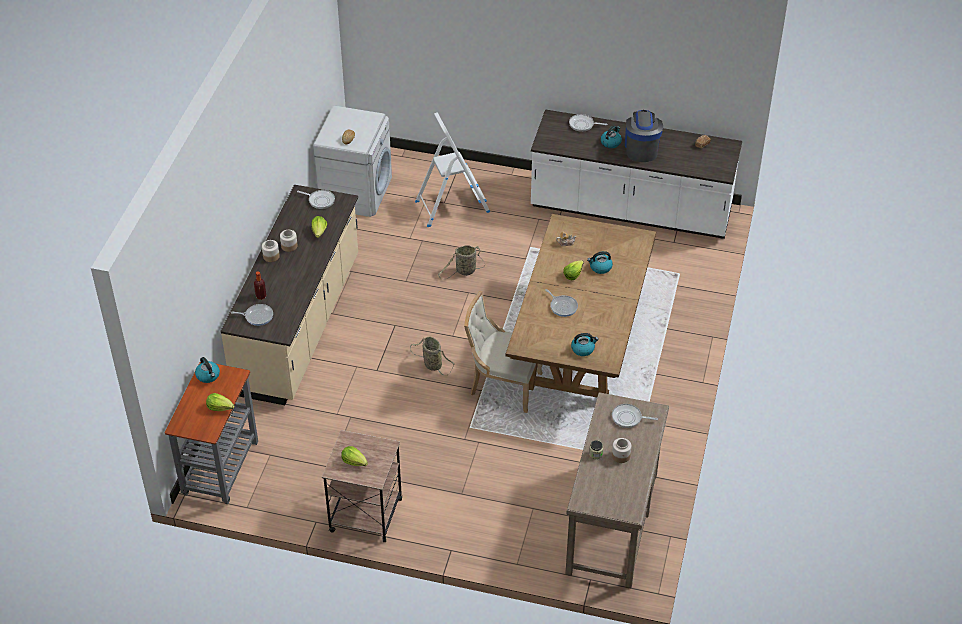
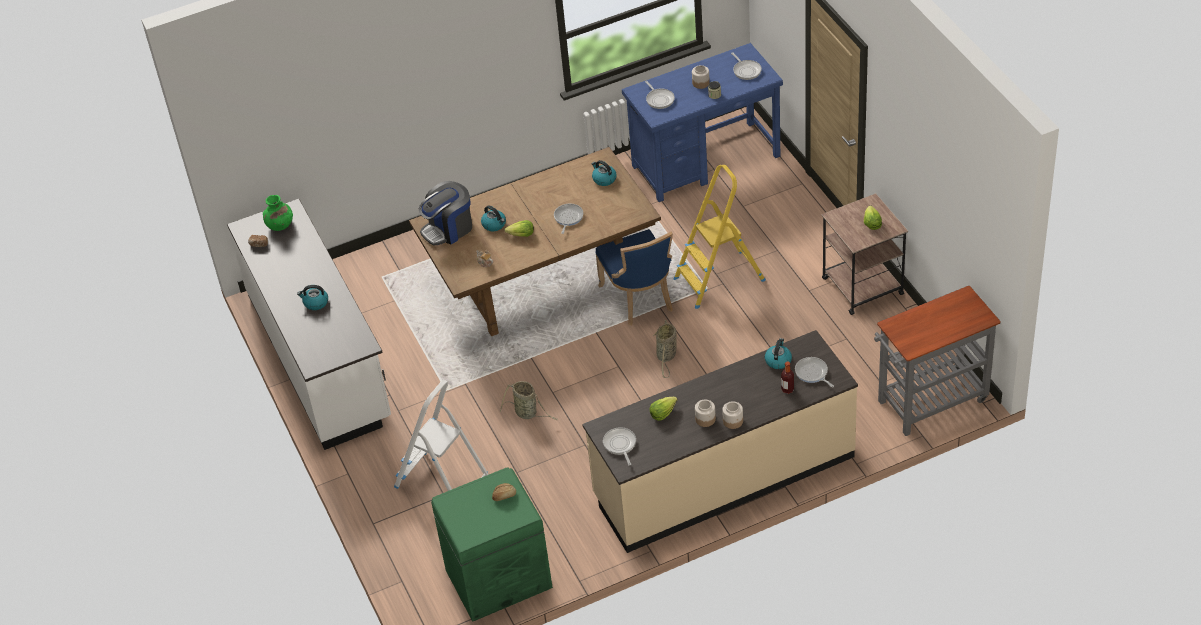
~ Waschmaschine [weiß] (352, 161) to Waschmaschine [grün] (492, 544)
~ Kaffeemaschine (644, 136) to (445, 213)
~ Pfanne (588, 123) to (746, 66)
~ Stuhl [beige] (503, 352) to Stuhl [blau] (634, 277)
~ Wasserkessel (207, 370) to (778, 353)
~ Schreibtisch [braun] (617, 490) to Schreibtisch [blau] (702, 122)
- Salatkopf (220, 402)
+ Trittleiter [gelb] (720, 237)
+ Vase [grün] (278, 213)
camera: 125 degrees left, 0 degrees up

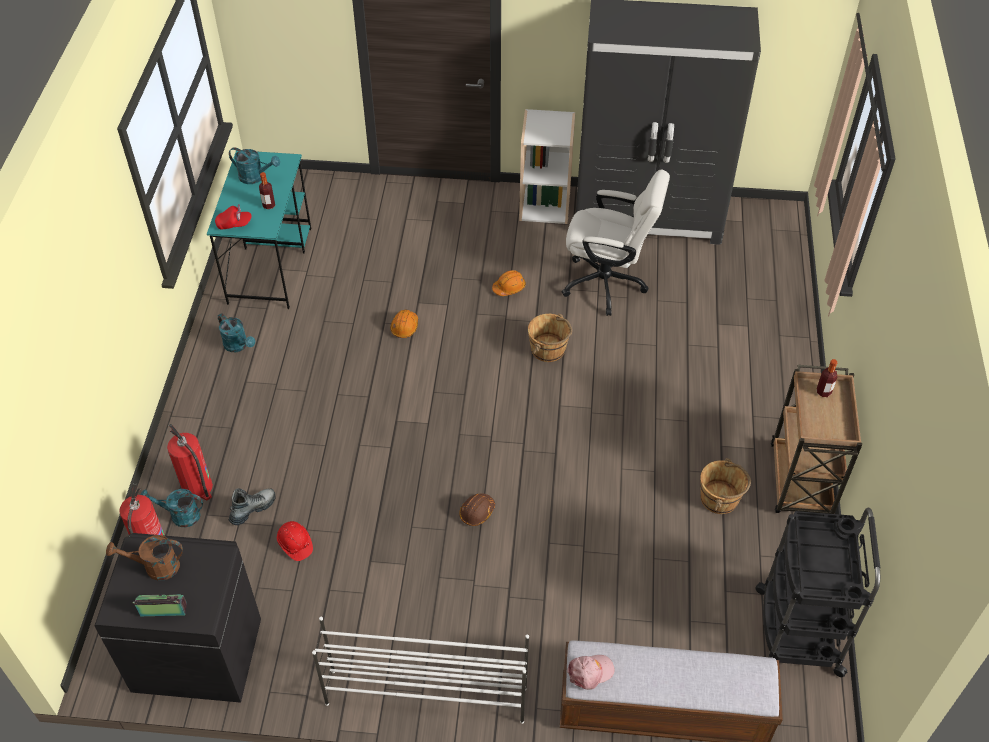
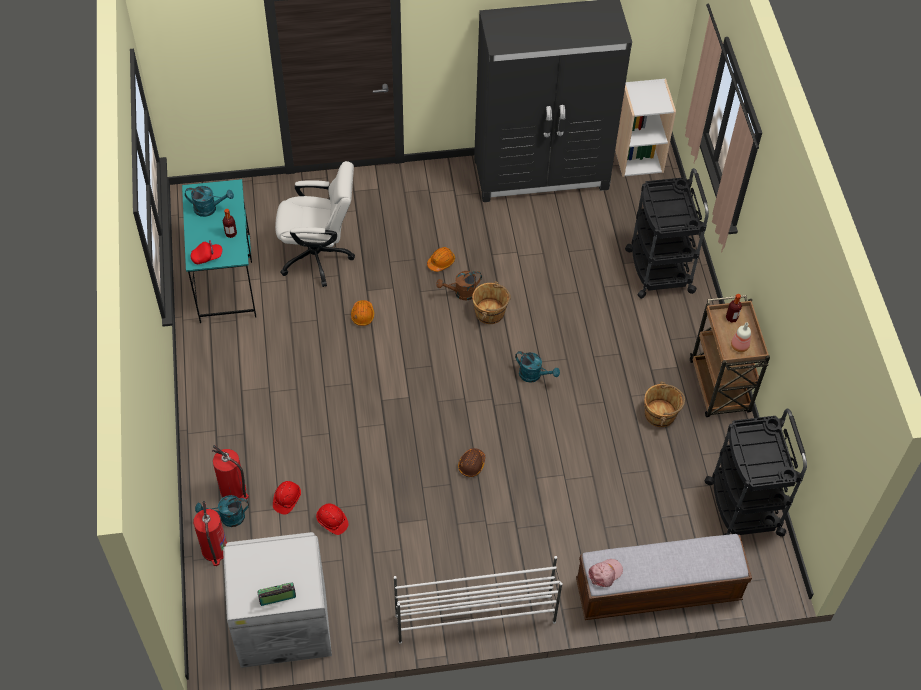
~ Bücherregal (547, 166) to (645, 128)
~ Bürostuhl [weiß] (616, 243) to (315, 224)
~ Gießkanne [türkis] (236, 332) to (537, 367)
~ Stiefel (252, 506) to Schutzhelm [rot] (287, 497)
~ Waschmaschine [schwarz] (177, 618) to Waschmaschine [weiß] (277, 600)
~ Gießkanne [braun] (144, 558) to (459, 285)
+ Rollwagen [schwarz] (667, 233)
+ Flasche (741, 337)
camera: 15 degrees left, 5 degrees up

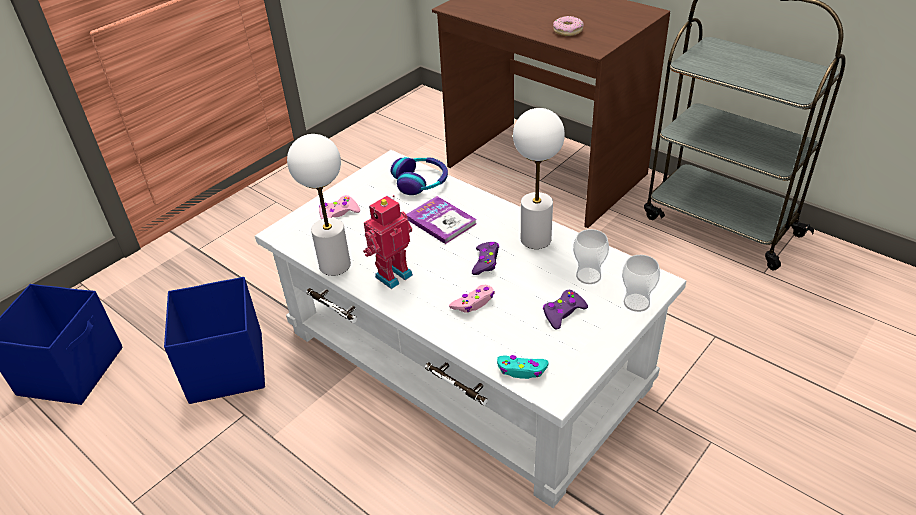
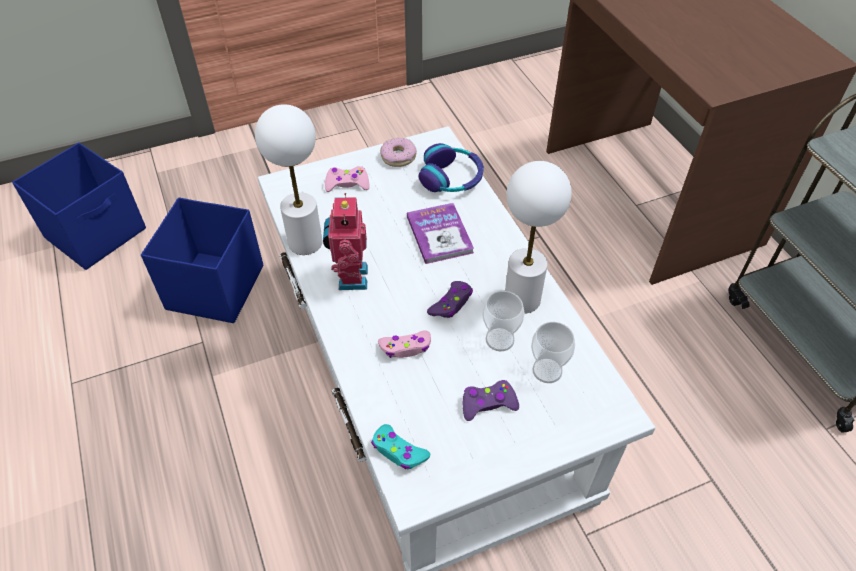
~ Donut (568, 26) to (398, 152)
~ Spielzeugroboter (388, 242) = (345, 241) 75 degrees counterclockwise
~ Tasse (641, 283) to (503, 321)
camera: 25 degrees right, 10 degrees up

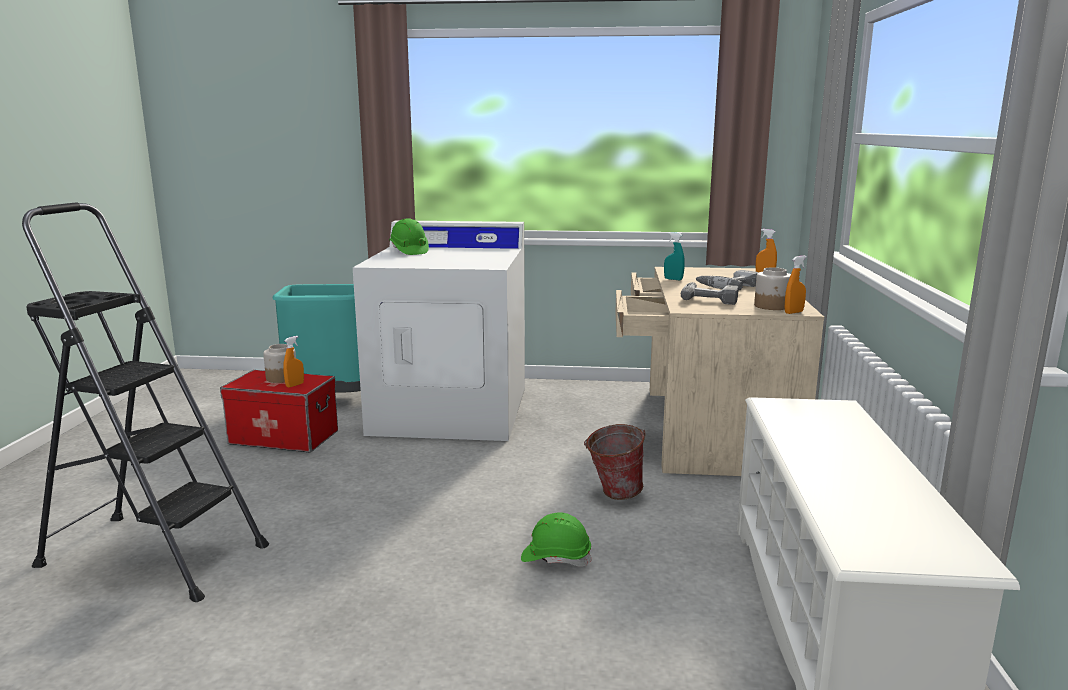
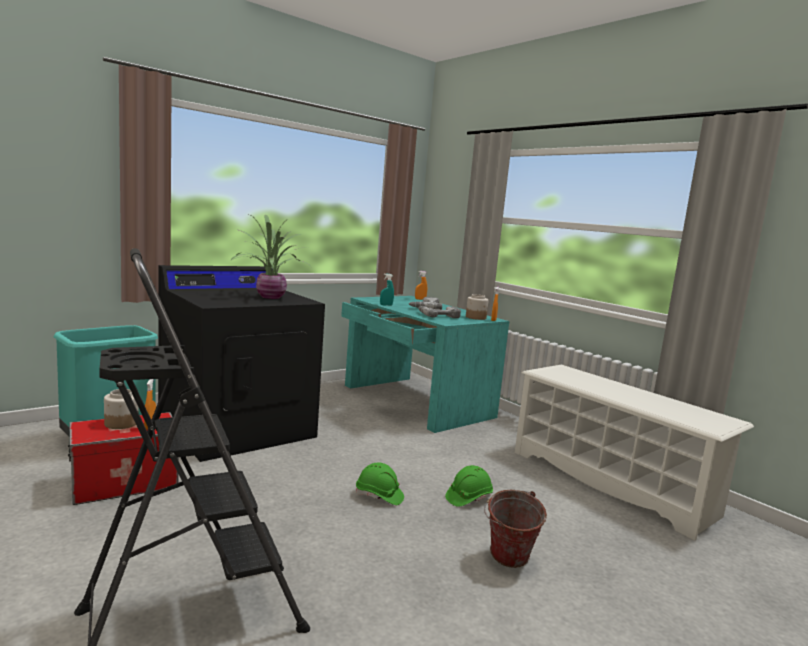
~ Schutzhelm [grün] (409, 237) to (380, 484)
~ Waschmaschine [weiß] (439, 330) to Waschmaschine [schwarz] (241, 363)
~ Schreibtisch [beige] (719, 371) to Schreibtisch [türkis] (425, 364)
~ Eimer (615, 462) to (515, 529)
+ Topfpflanze (270, 257)
camera: 45 degrees left, 5 degrees down

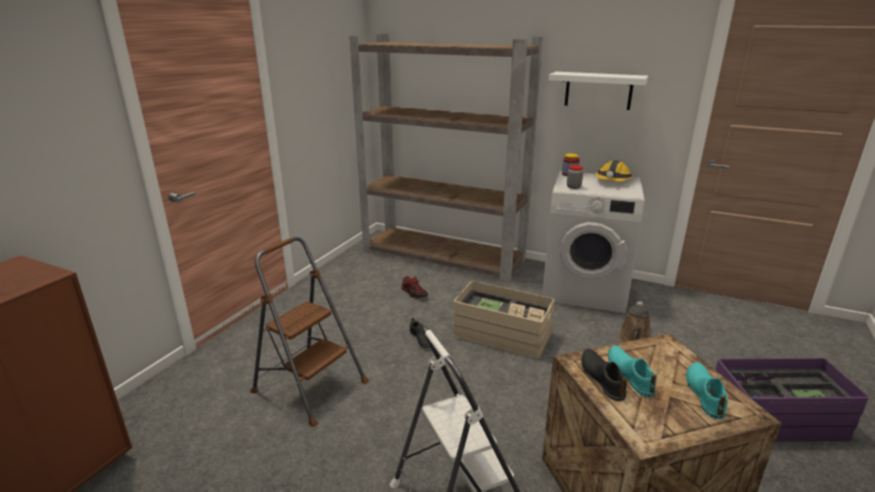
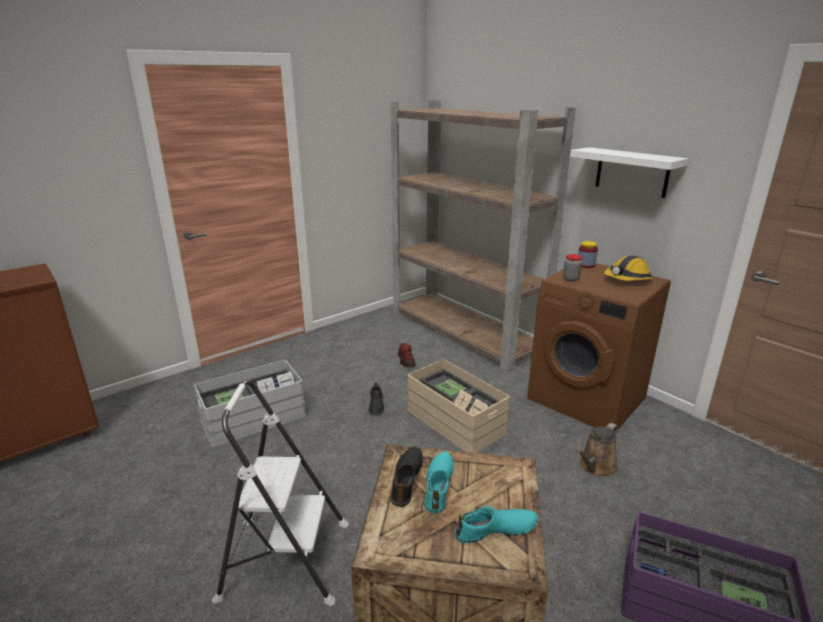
~ Waschmaschine [weiß] (593, 242) to Waschmaschine [braun] (599, 346)
~ Trittleiter [braun] (309, 332) to Aufbewahrungsbox [grau] (250, 404)
~ Schuh [türkis] (707, 390) = (497, 524) 45 degrees clockwise
camera: 25 degrees right, 0 degrees up

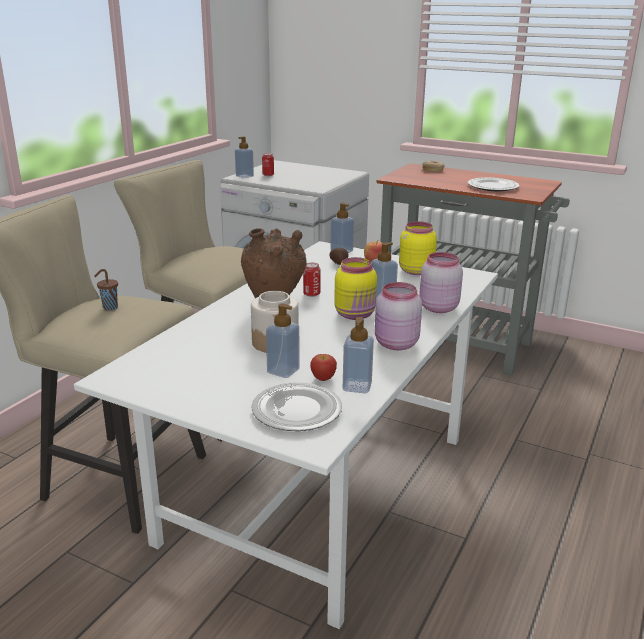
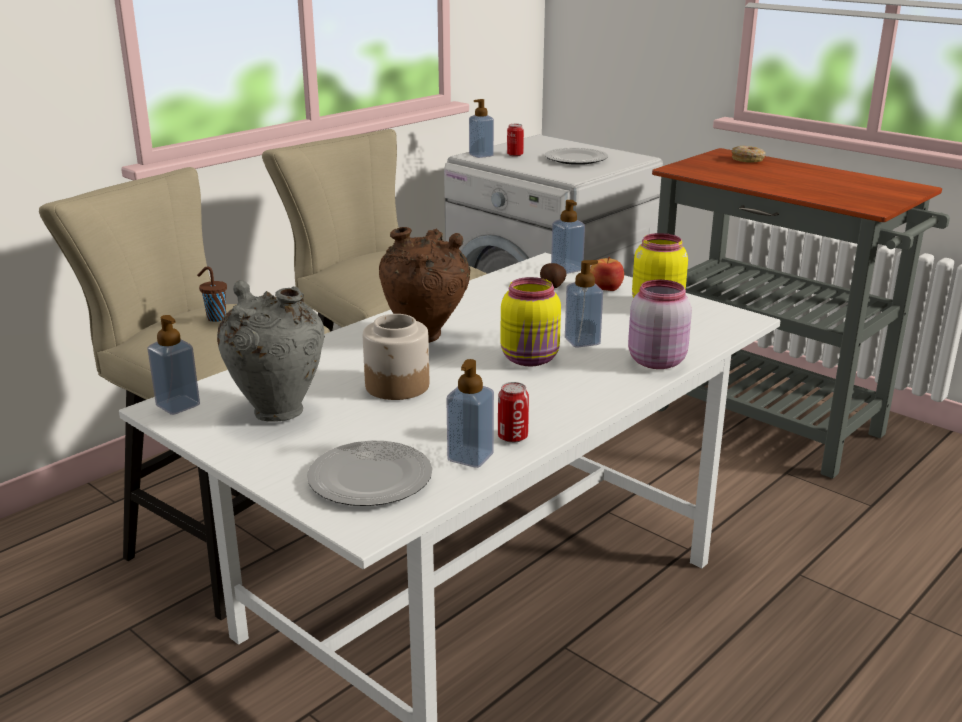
~ Teller (494, 184) to (576, 156)
~ Dose (312, 279) to (513, 412)
- Vorratsglas [rosa] (398, 316)
~ Seifenspender (283, 340) to (173, 365)
- Apfel (323, 367)
+ Vase [grau] (271, 351)
camera: 15 degrees right, 0 degrees up

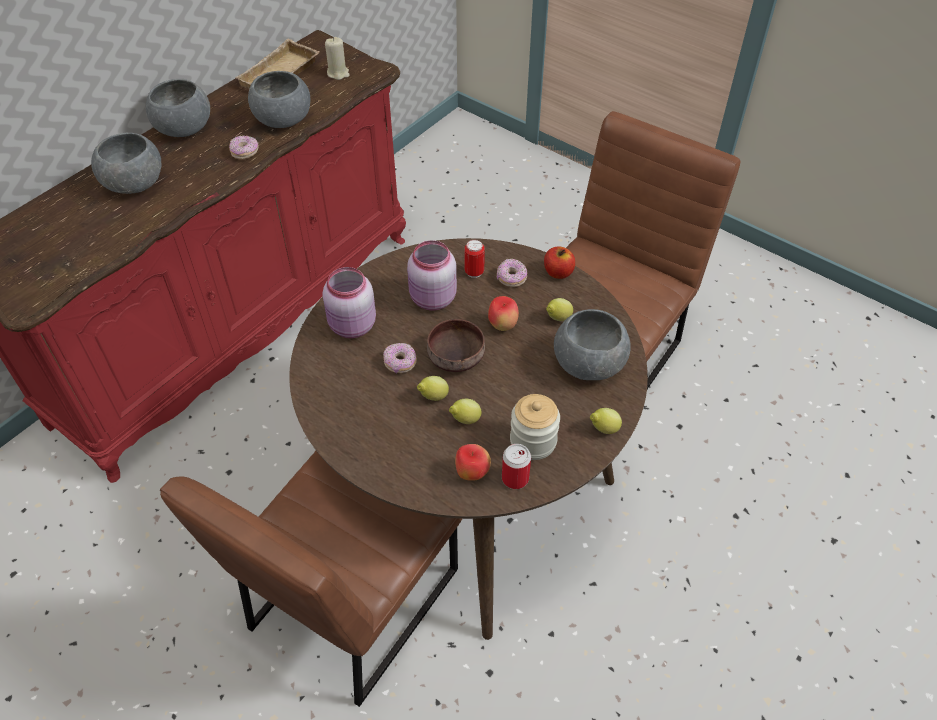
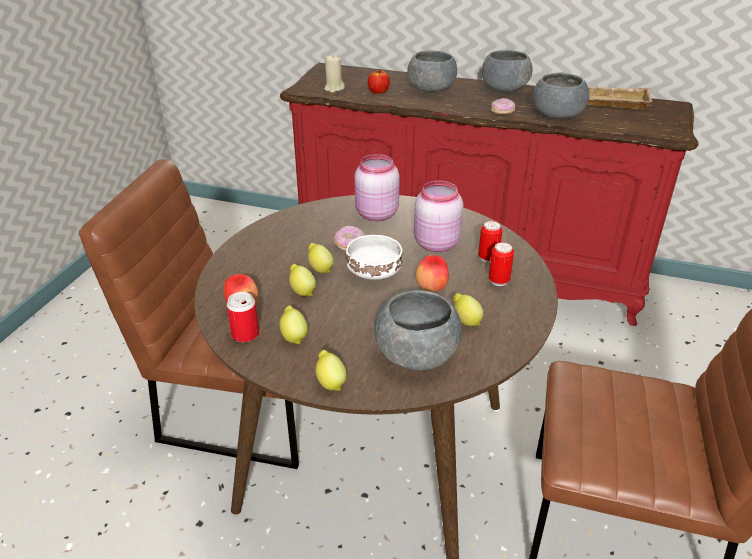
~ Kerze [beige] (337, 58) to (334, 74)
~ Apfel (559, 263) to (379, 82)
~ Donut (512, 273) to Dose (501, 264)
~ Schüssel [braun] (456, 345) to Schüssel [weiß] (374, 257)
~ Vorratsglas (535, 427) to Zitrone (293, 325)
camera: 70 degrees right, 15 degrees down

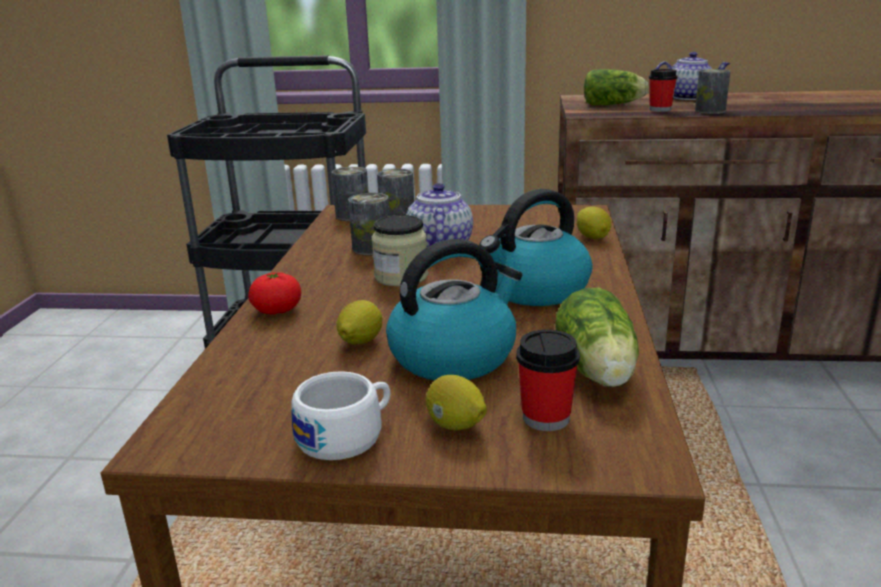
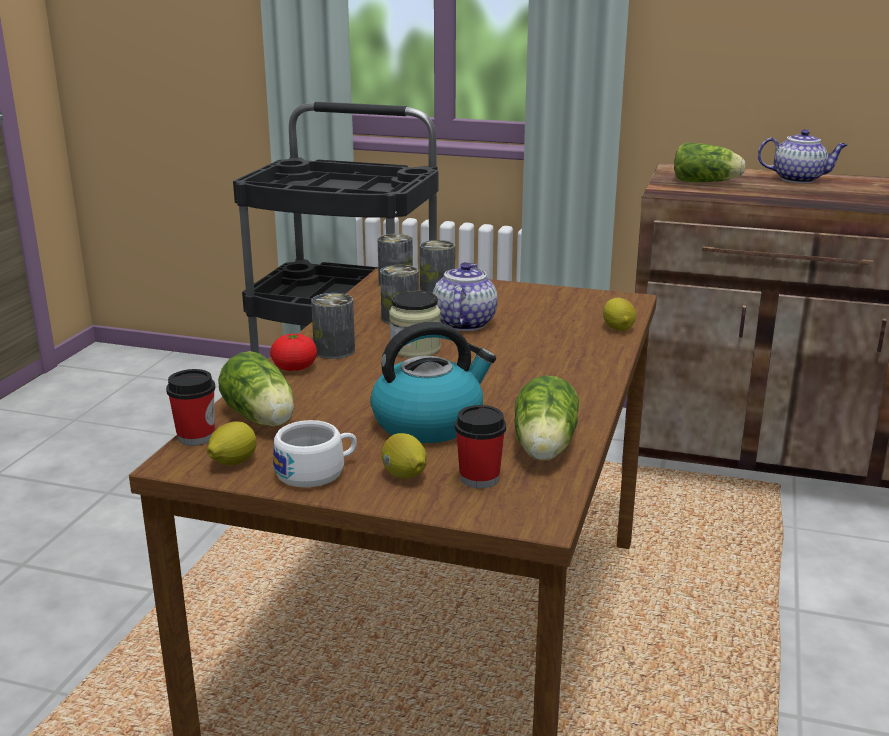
~ Tasse (663, 90) to (190, 407)
~ Dose (712, 91) to (333, 326)
- Wasserkessel (536, 247)
~ Zitrone (359, 322) to (232, 443)
+ Salatkopf (256, 388)
camera: 10 degrees right, 0 degrees up

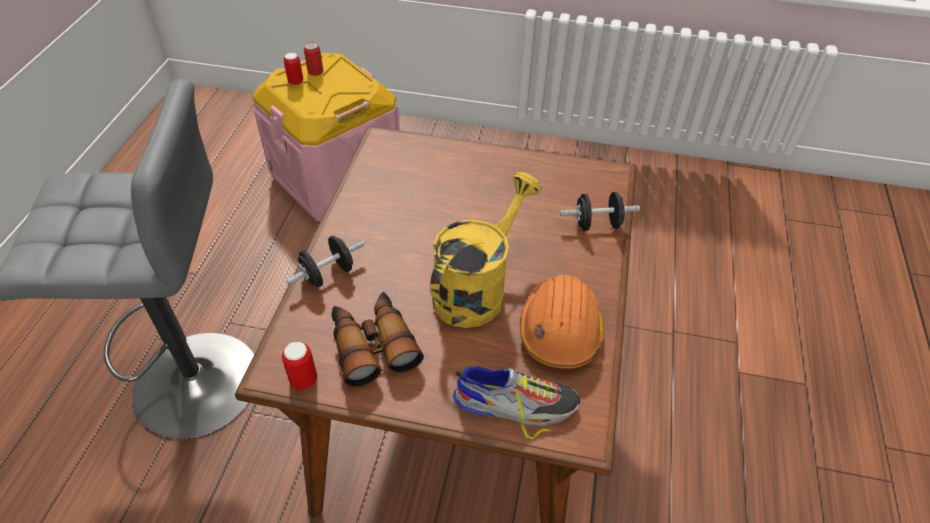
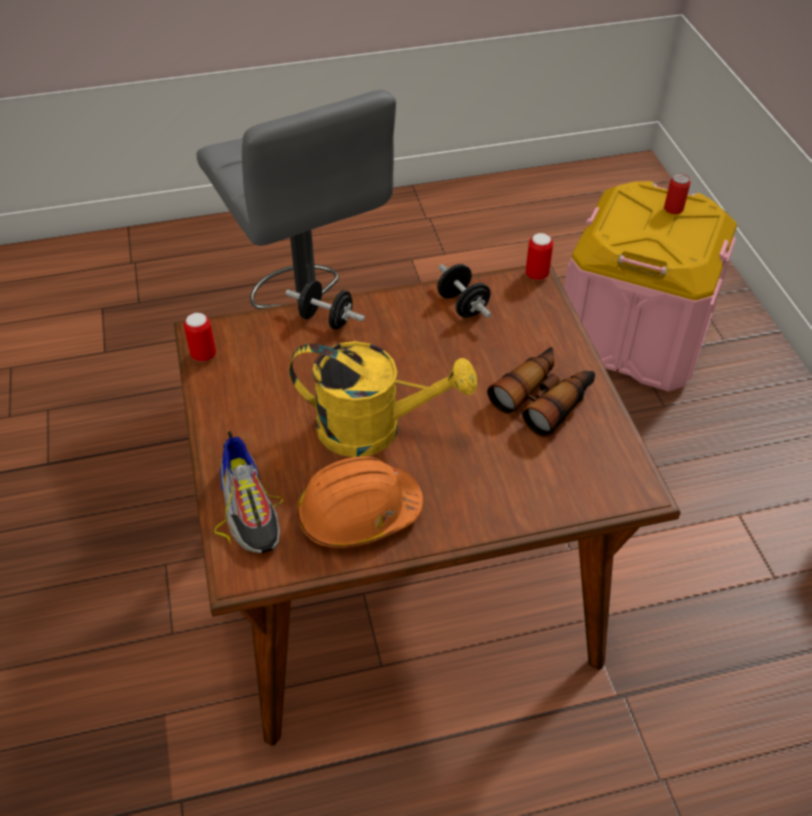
~ Dose (293, 69) to (539, 256)
~ Hantel [schwarz] (600, 211) to (464, 291)
~ Fernglas (378, 340) to (541, 392)
camera: 65 degrees right, 0 degrees up

